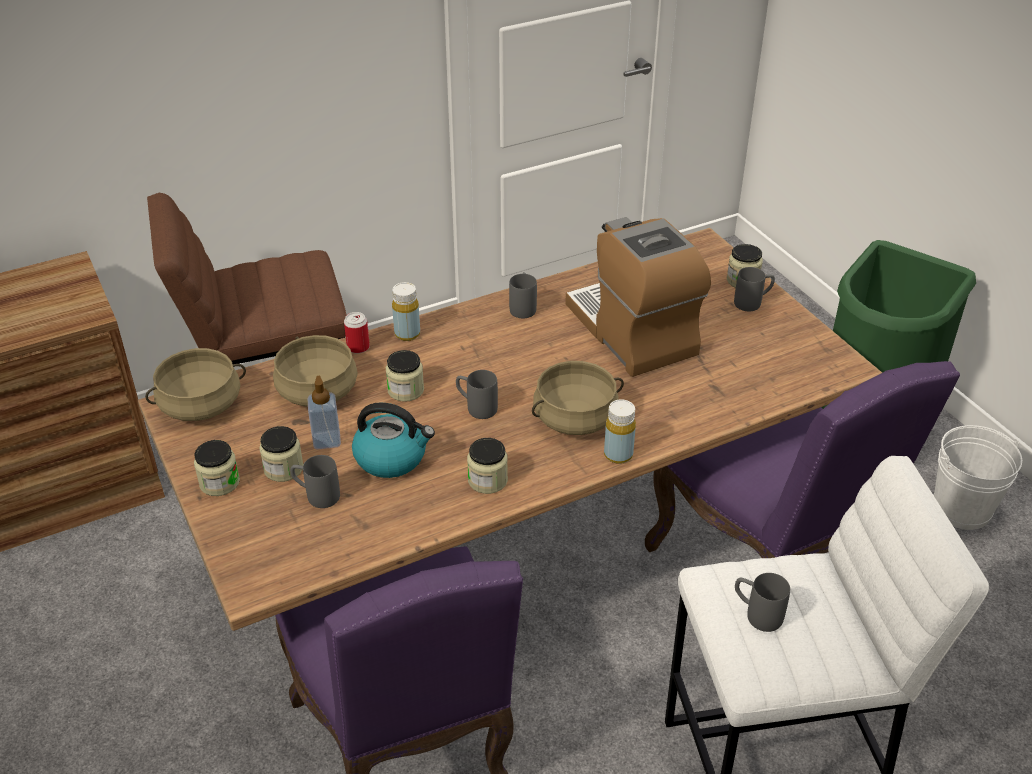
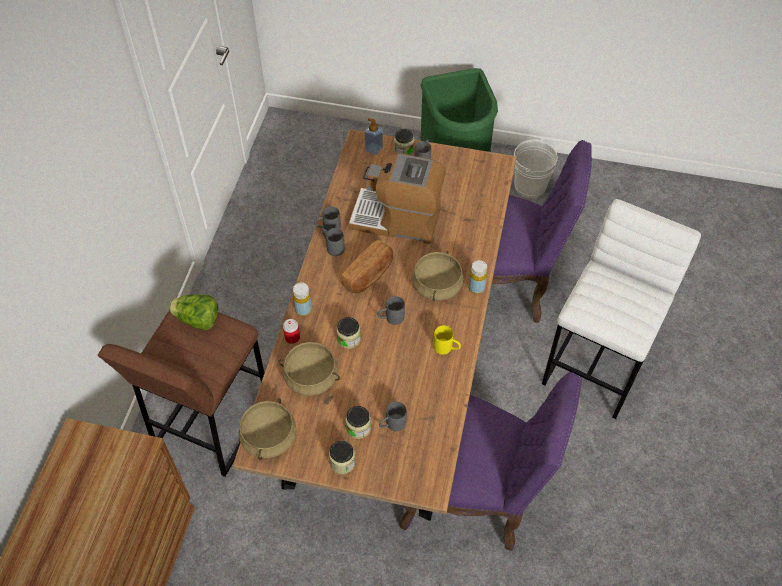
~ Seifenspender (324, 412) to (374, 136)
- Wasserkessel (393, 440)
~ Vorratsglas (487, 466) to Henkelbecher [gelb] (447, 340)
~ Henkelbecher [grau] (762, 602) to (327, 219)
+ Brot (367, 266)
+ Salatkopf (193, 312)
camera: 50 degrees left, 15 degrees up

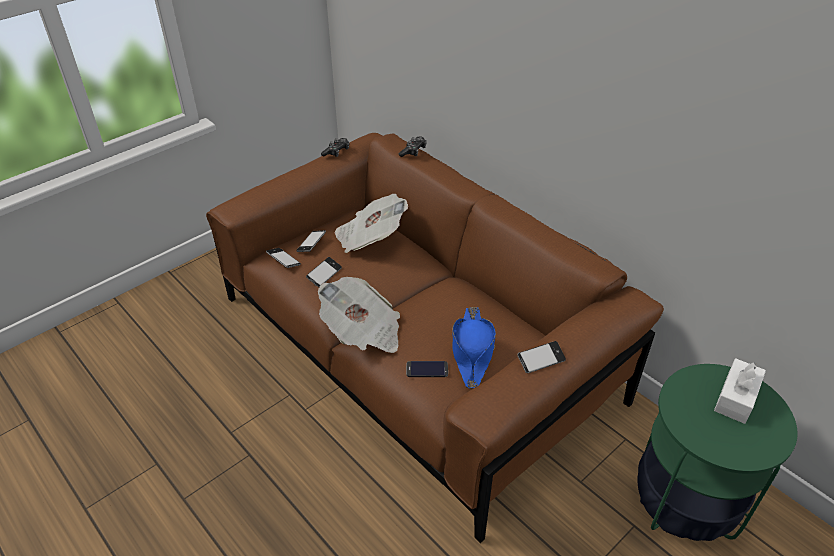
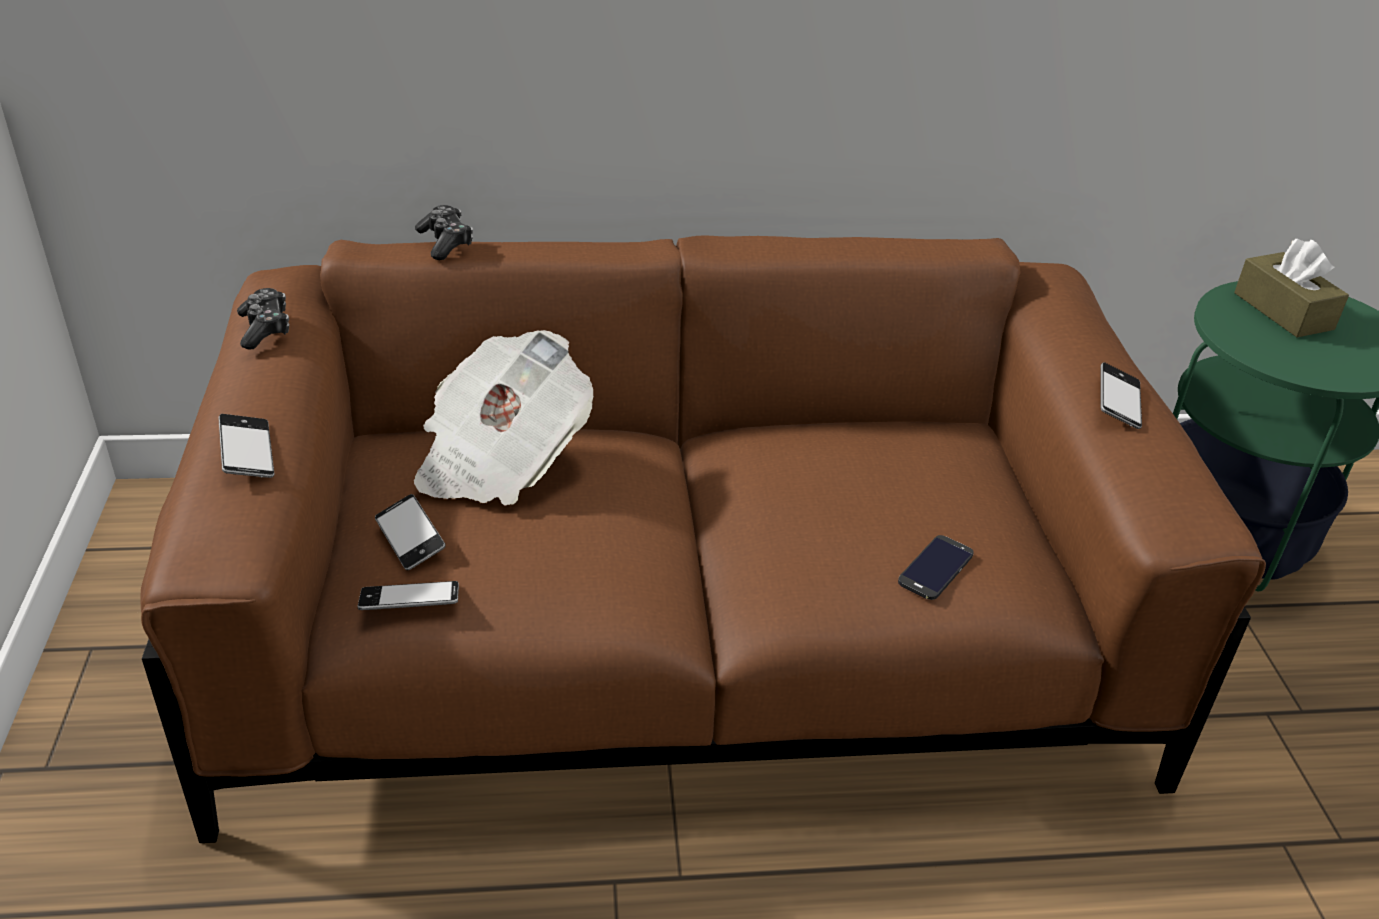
~ Handy (324, 272) to (246, 446)
- Zeitung (359, 315)
- Hut [blau] (474, 348)
~ Taschentuchbox [weiß] (740, 391) to Taschentuchbox [braun] (1291, 288)
camera: 55 degrees left, 5 degrees down

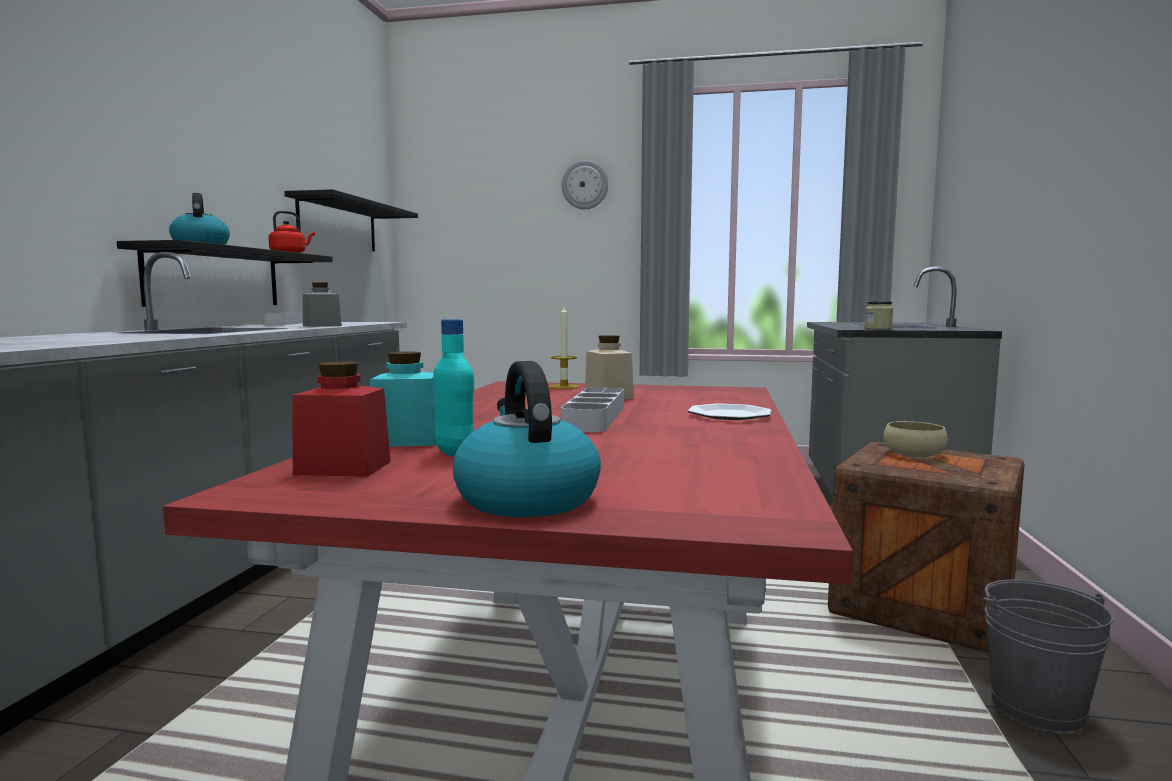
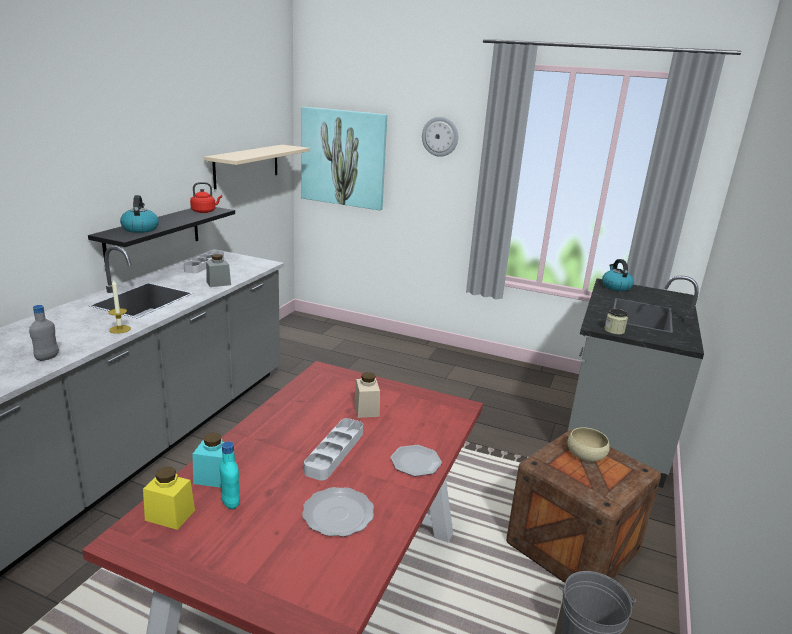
~ Wandregal [schwarz] (351, 220) to Wandregal [beige] (257, 167)
~ Kerze (564, 347) to (120, 307)
~ Vorratsglas [rot] (341, 419) to Vorratsglas [gelb] (169, 498)
~ Wasserkessel (527, 439) to (618, 275)
+ Bild (344, 158)
+ Flasche [grau] (44, 333)
+ Teller (338, 512)
camera: 10 degrees right, 15 degrees up

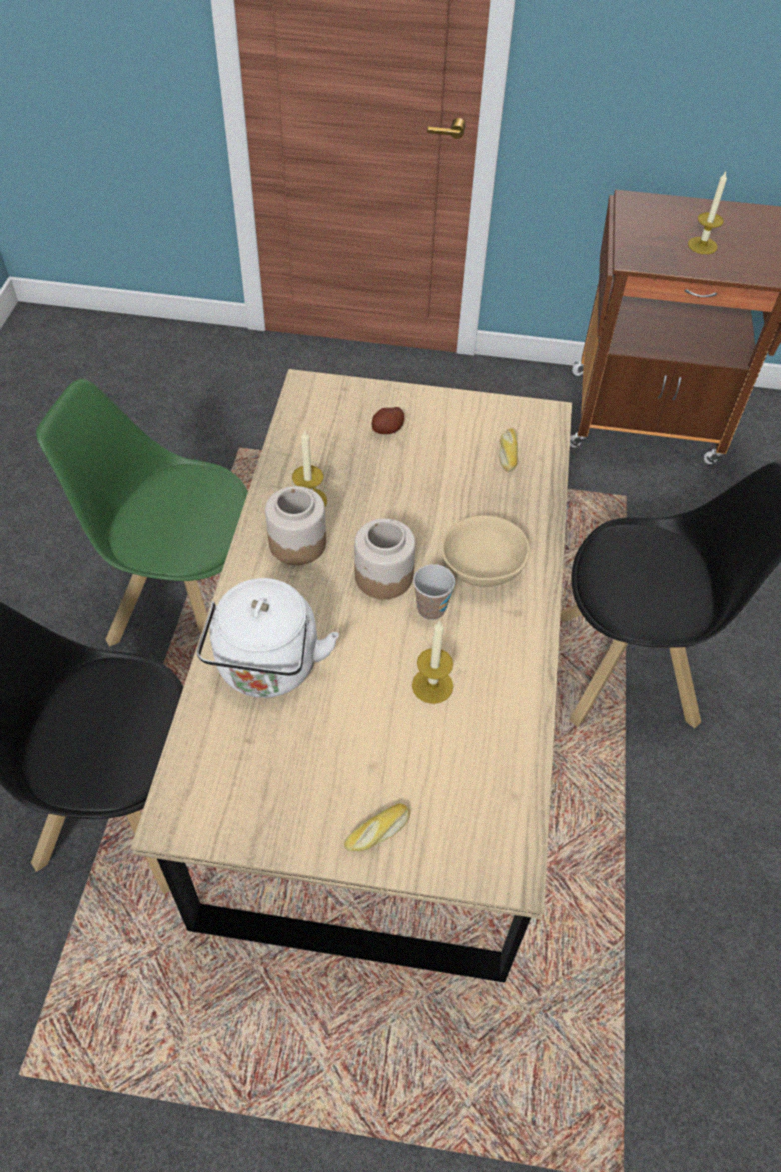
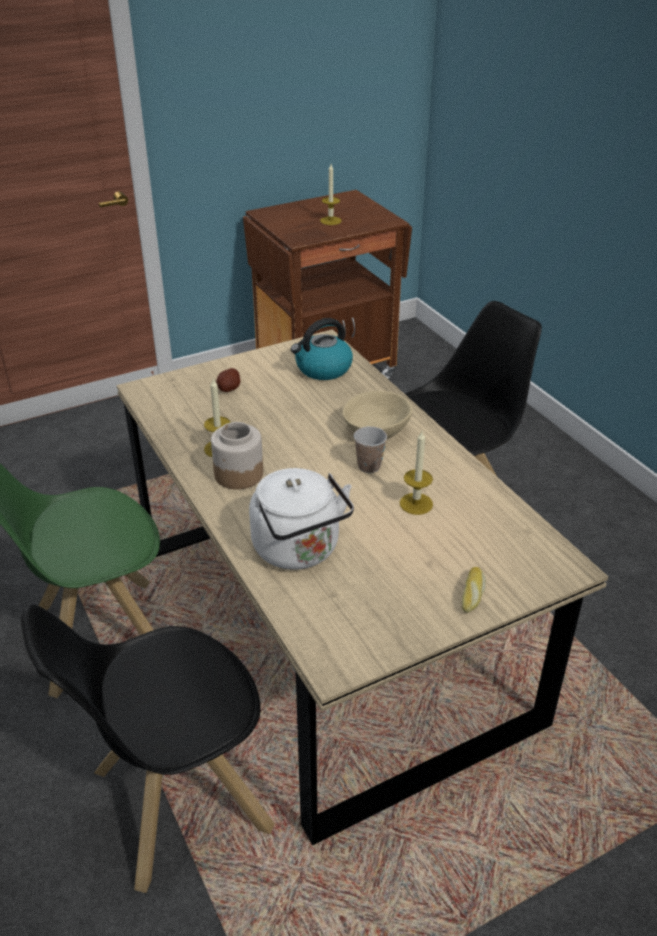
~ Brot (508, 450) to Wasserkessel (322, 349)
- Vorratsglas (385, 559)
camera: 35 degrees left, 15 degrees down

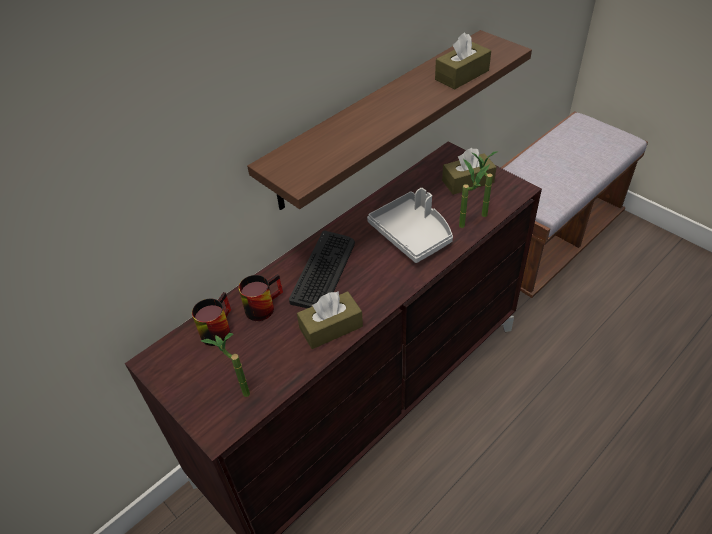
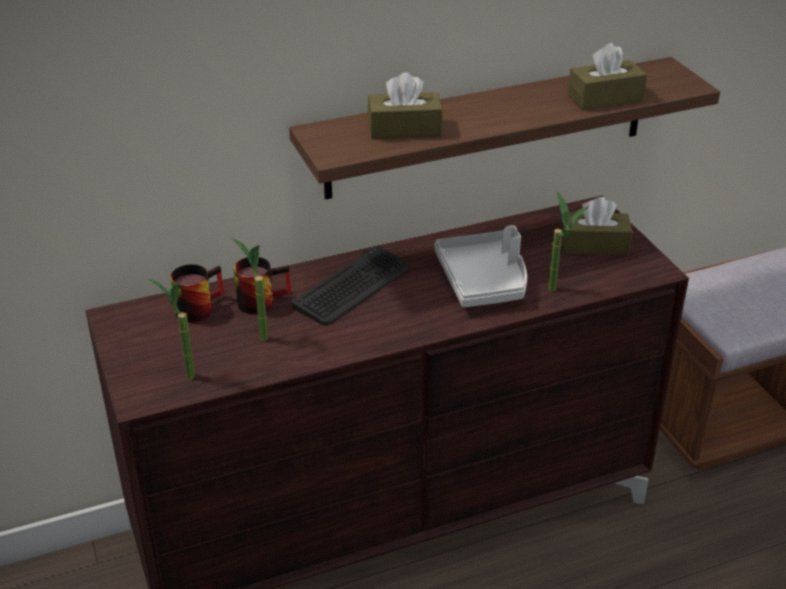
~ Topfpflanze (484, 184) to (250, 289)
~ Taschentuchbox [braun] (330, 320) to (405, 106)
camera: 20 degrees right, 10 degrees down

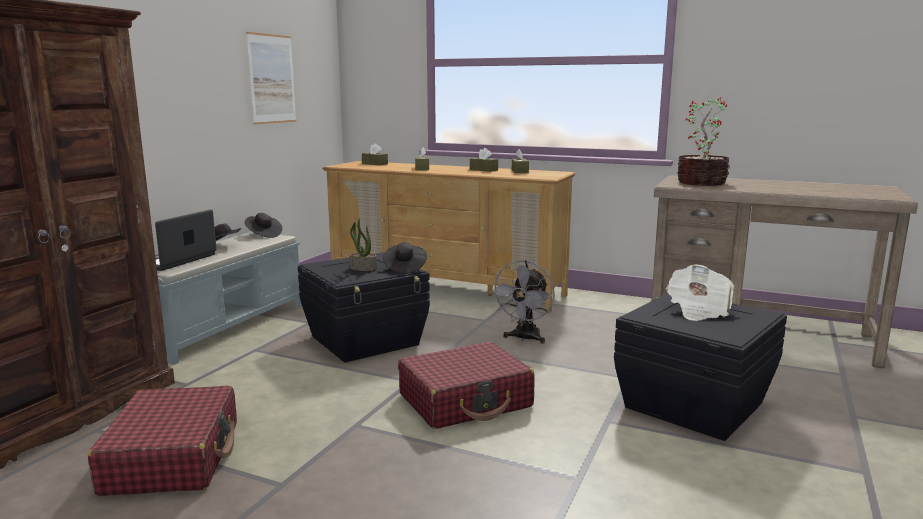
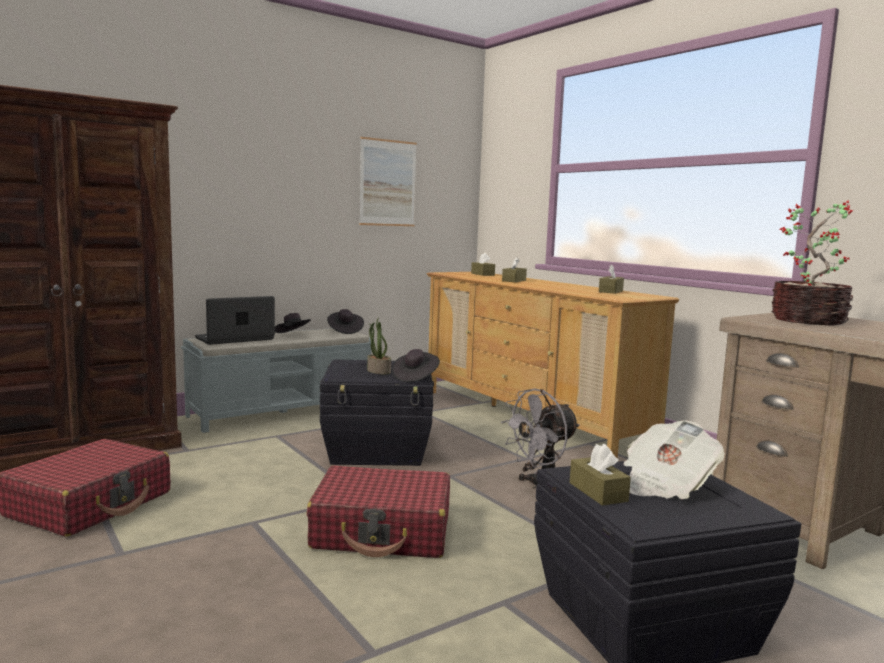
~ Taschentuchbox [braun] (484, 160) to (600, 475)
camera: 30 degrees right, 5 degrees down

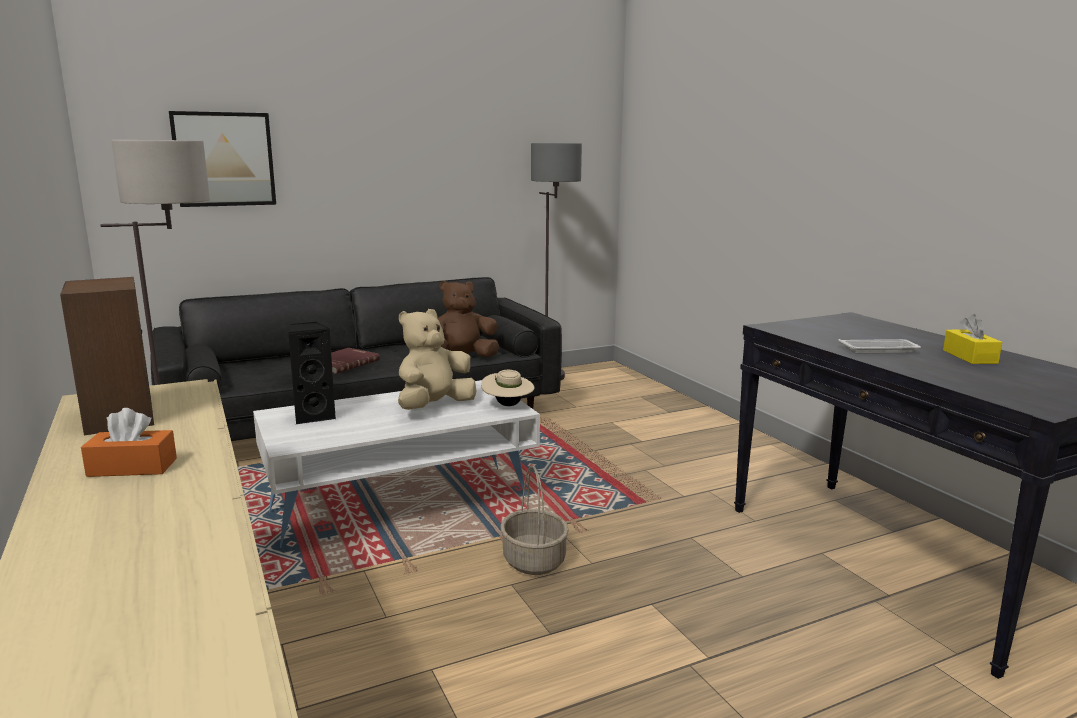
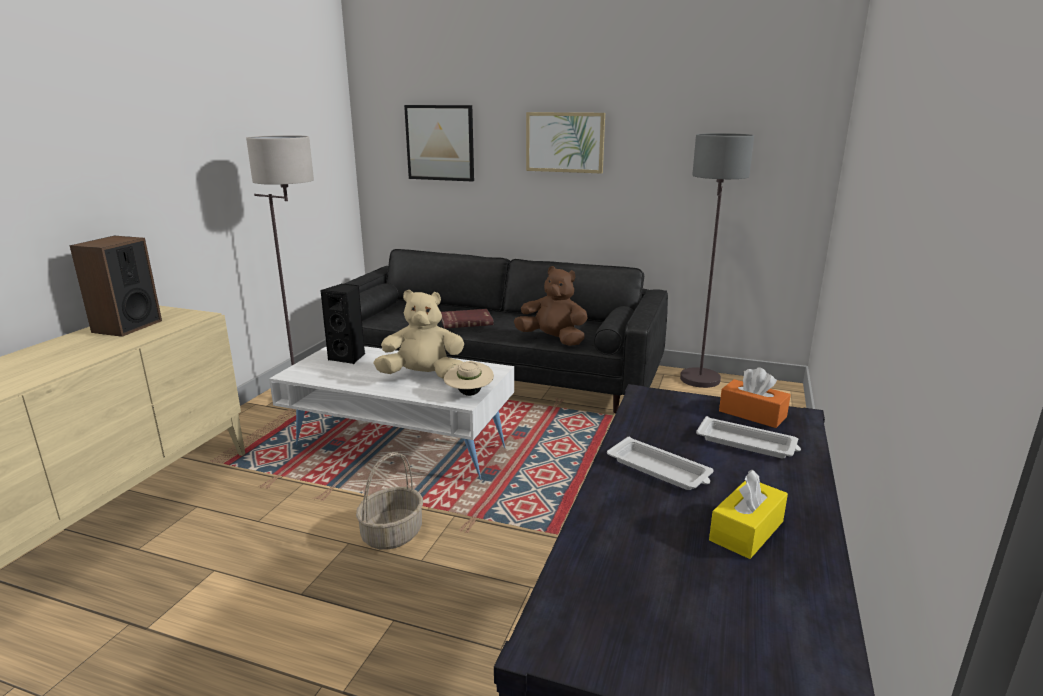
~ Taschentuchbox [orange] (129, 442) to (755, 397)
+ Bild (565, 143)
+ Tablett [weiß] (748, 437)
camera: 45 degrees right, 5 degrees up

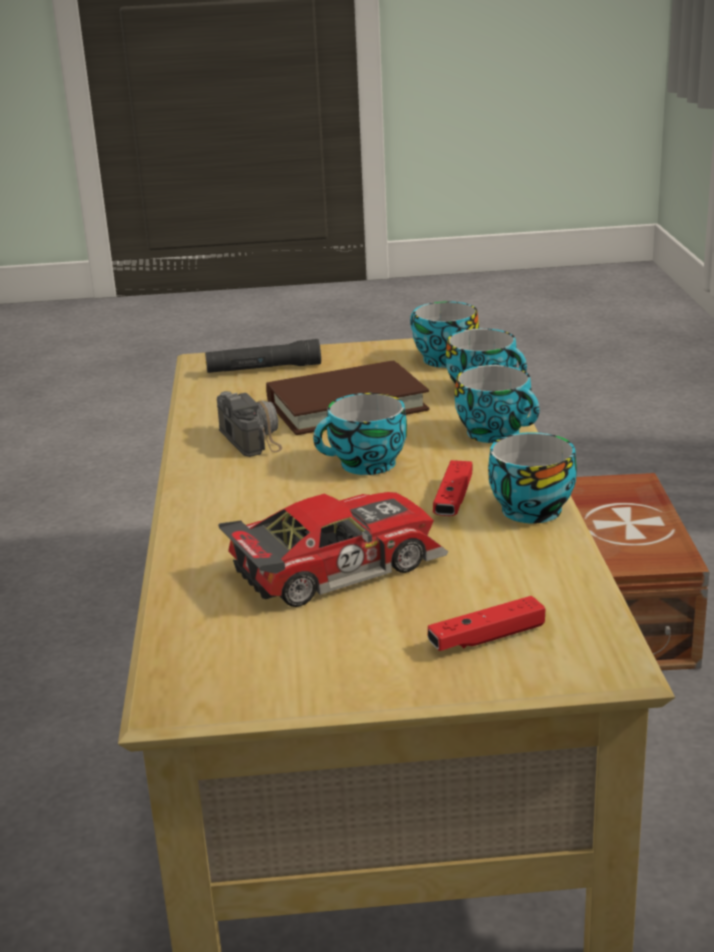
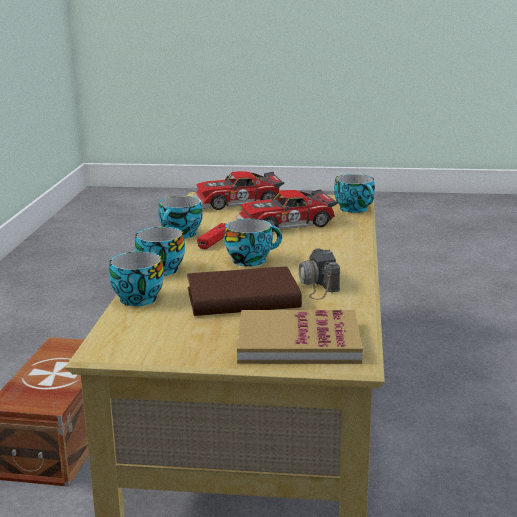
~ Tasse (444, 334) to (354, 193)
~ Taschenlampe [schwarz] (263, 356) to Buch (300, 336)
~ Gamepad [rot] (486, 623) to Spielzeugauto (238, 190)
camera: 170 degrees left, 5 degrees down

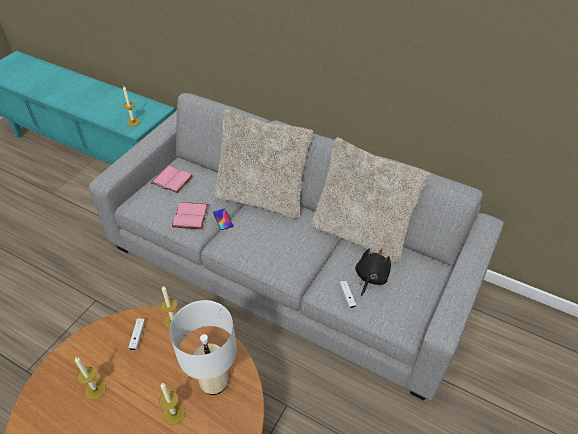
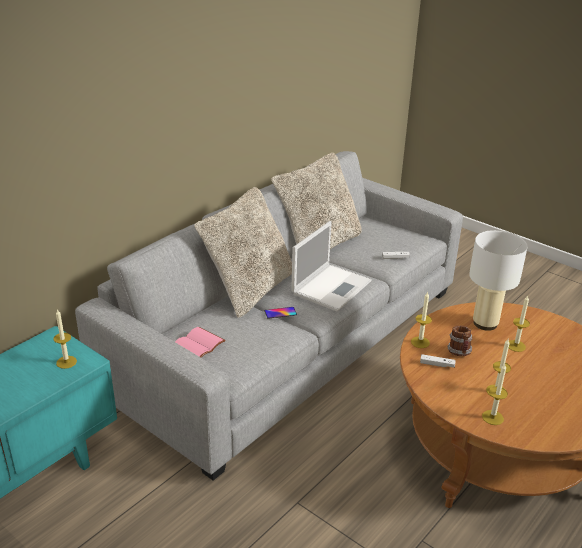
- Buch [rosa] (190, 215)
- Plüschtier [schwarz] (373, 272)
+ Laptop (331, 266)
+ Henkelbecher (459, 340)
+ Kerze (495, 394)
camera: 80 degrees left, 15 degrees down

